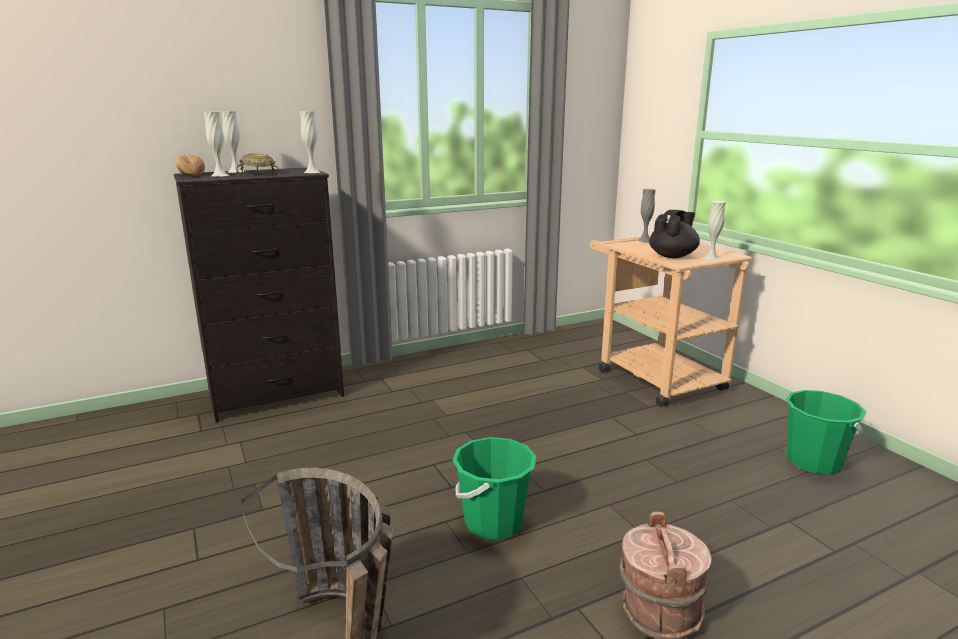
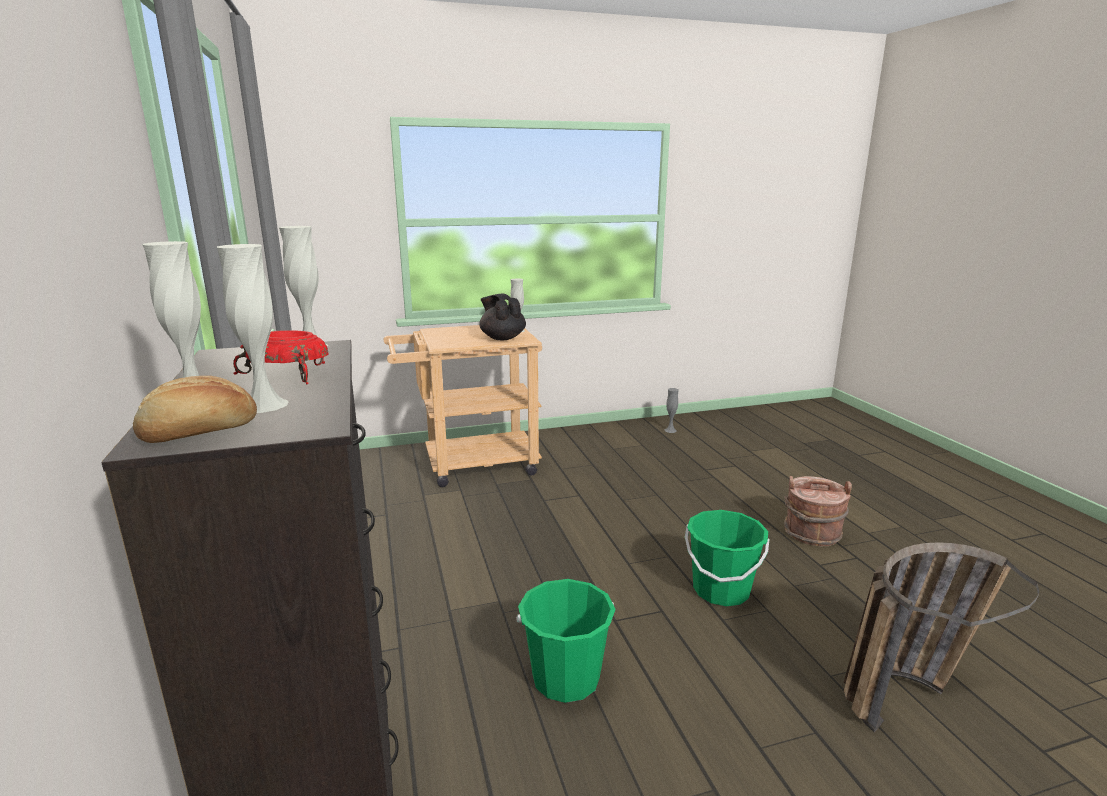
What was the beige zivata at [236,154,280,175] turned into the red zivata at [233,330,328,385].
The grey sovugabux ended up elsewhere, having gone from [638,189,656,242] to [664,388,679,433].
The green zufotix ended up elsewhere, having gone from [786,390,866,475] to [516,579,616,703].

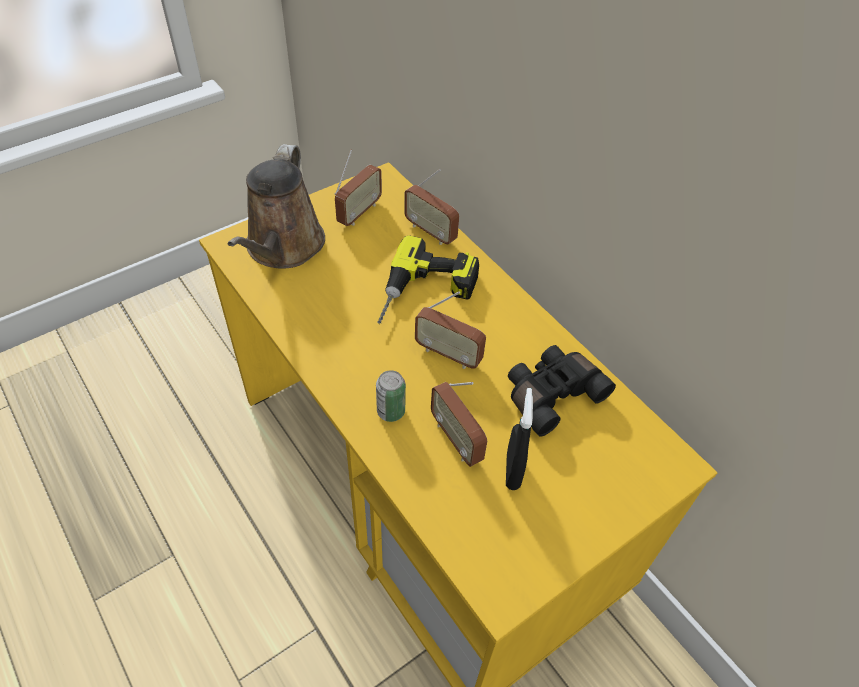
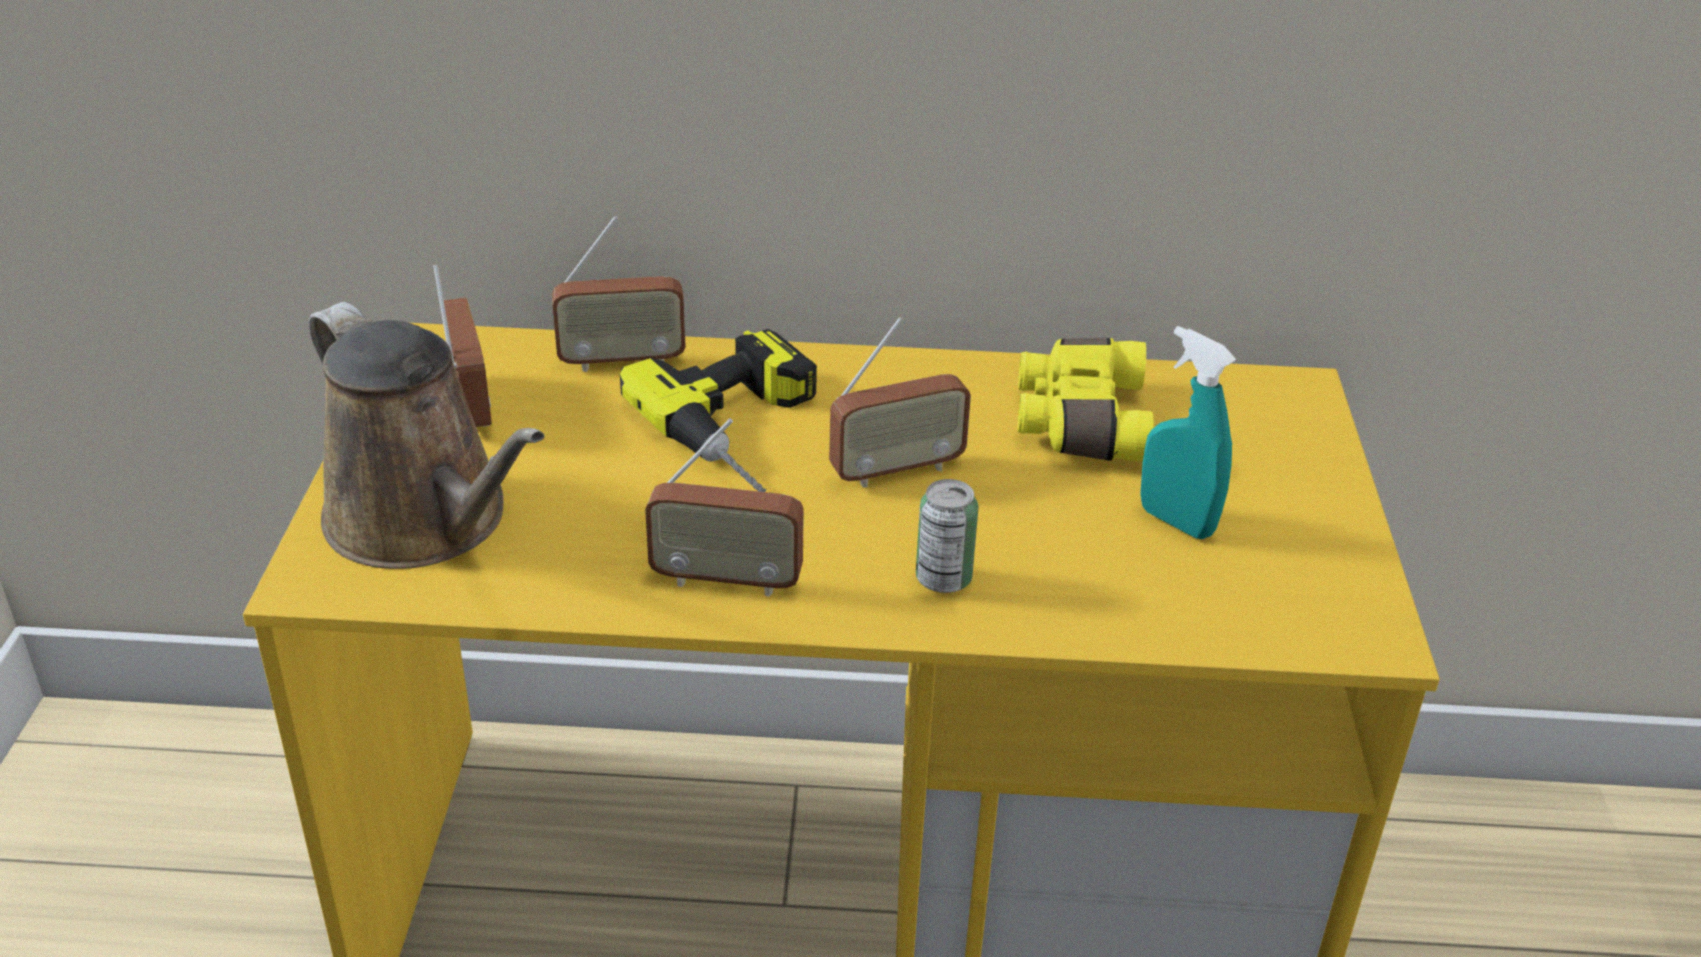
What was the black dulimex at [508,345,616,437] turned into the yellow dulimex at [1018,338,1153,462].
The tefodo ended up elsewhere, having gone from [431,382,487,467] to [645,418,804,597].
What was the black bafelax at [506,388,533,490] turned into the turquoise bafelax at [1140,326,1236,539].

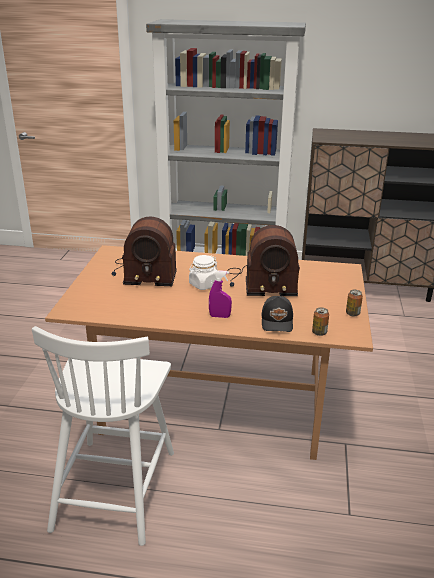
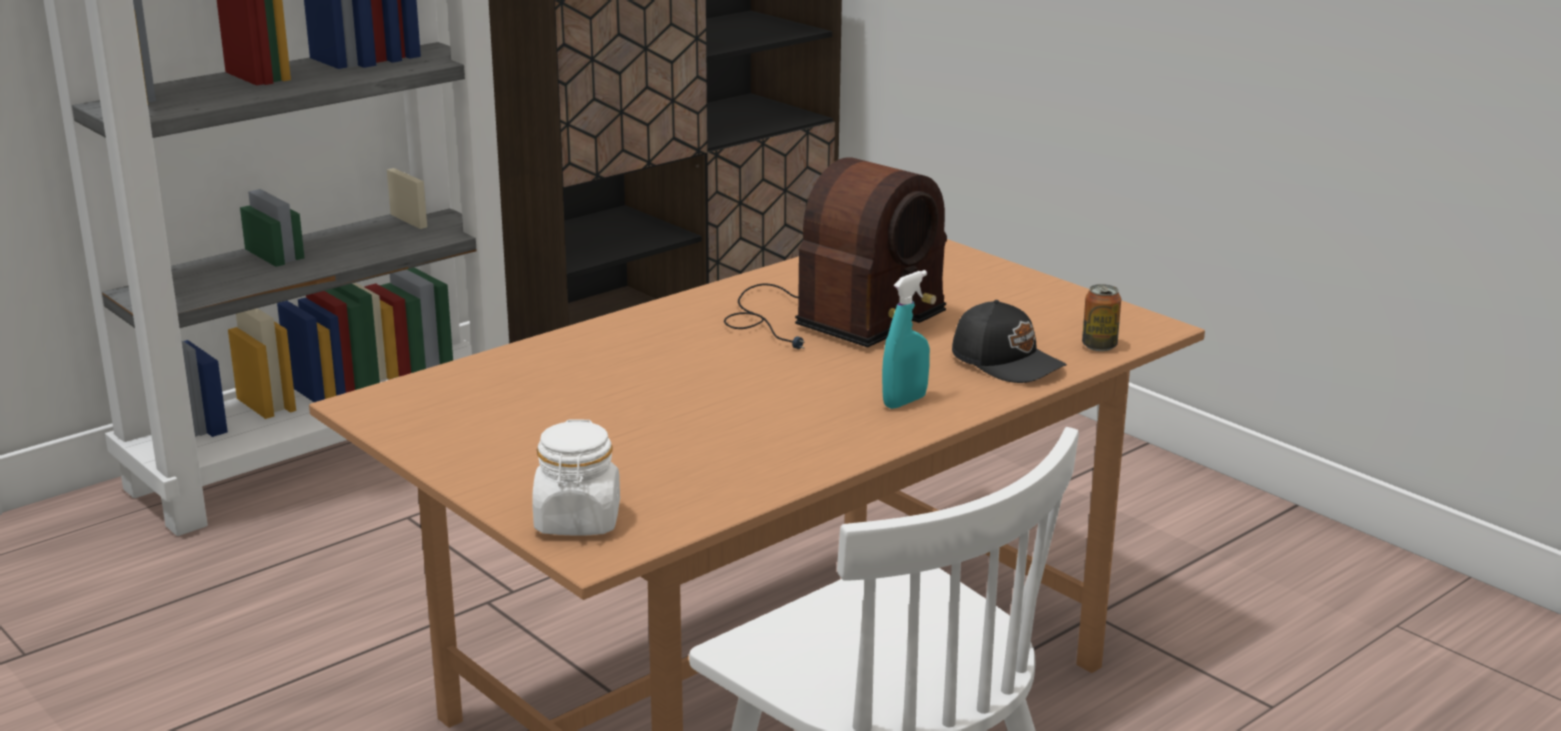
The second view lost the tefodo at [112,217,177,286].
The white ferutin ended up elsewhere, having gone from [189,255,218,290] to [532,419,620,536].
What was the purple bafelax at [209,270,232,318] turned into the turquoise bafelax at [882,270,930,409].
The second view lost the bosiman at [346,290,363,317].

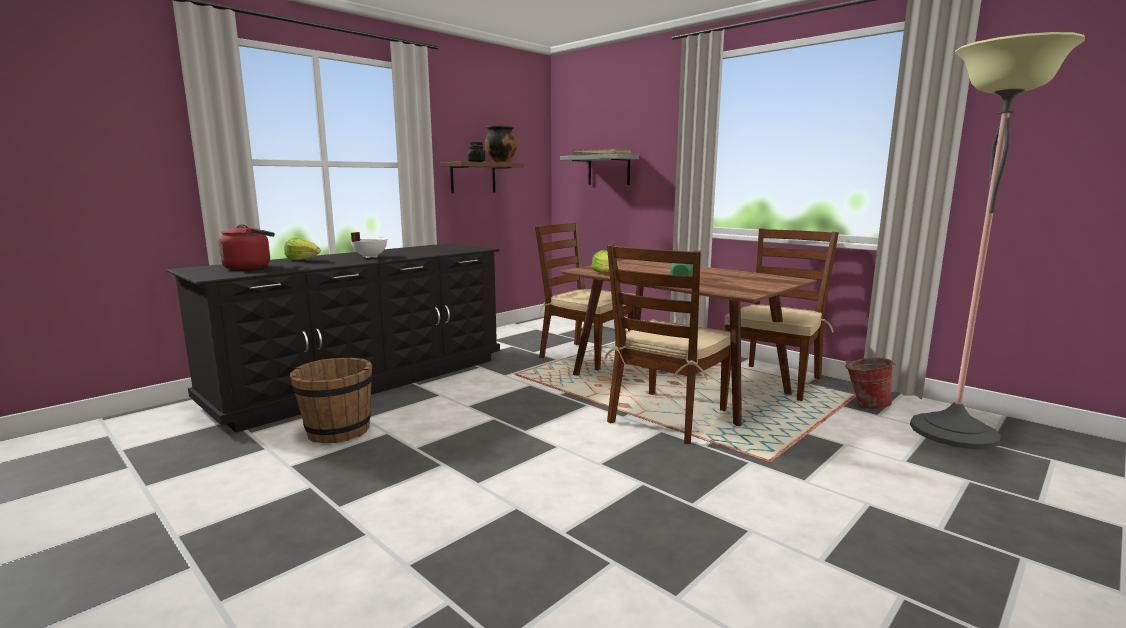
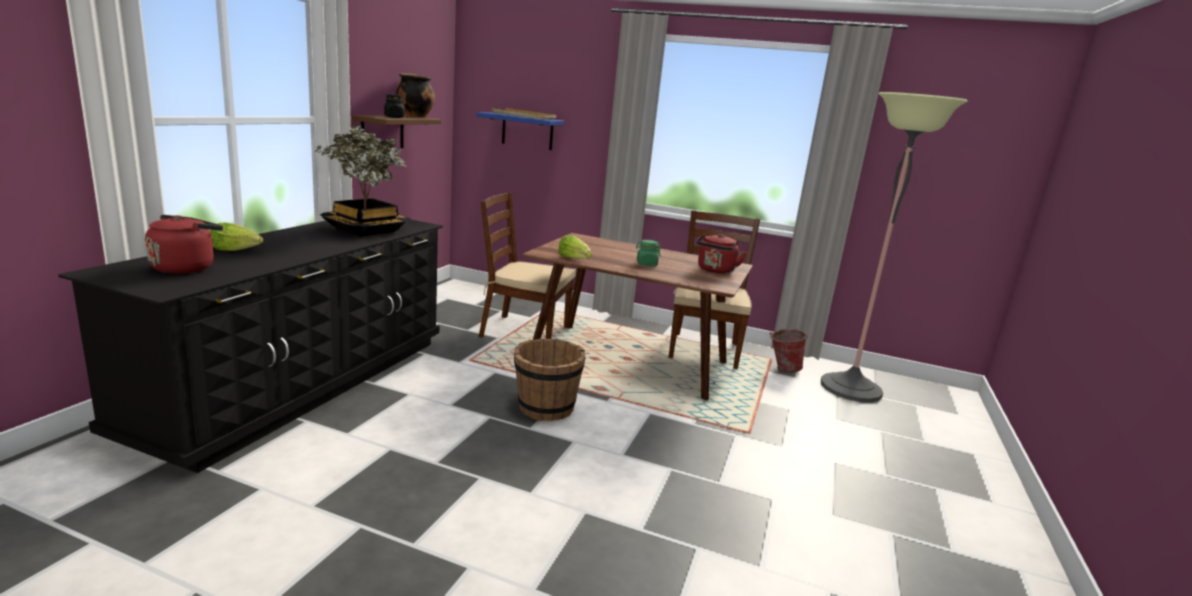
What was the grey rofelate at [560,154,639,185] turned into the blue rofelate at [476,112,564,150].
The second view lost the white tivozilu at [351,232,387,258].
The second view lost the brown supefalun at [604,244,731,444].
The brown zufotix ended up elsewhere, having gone from [290,358,373,443] to [514,339,585,421].
The second view gained the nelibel at [314,126,411,236].
The second view gained the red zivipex at [697,233,747,274].

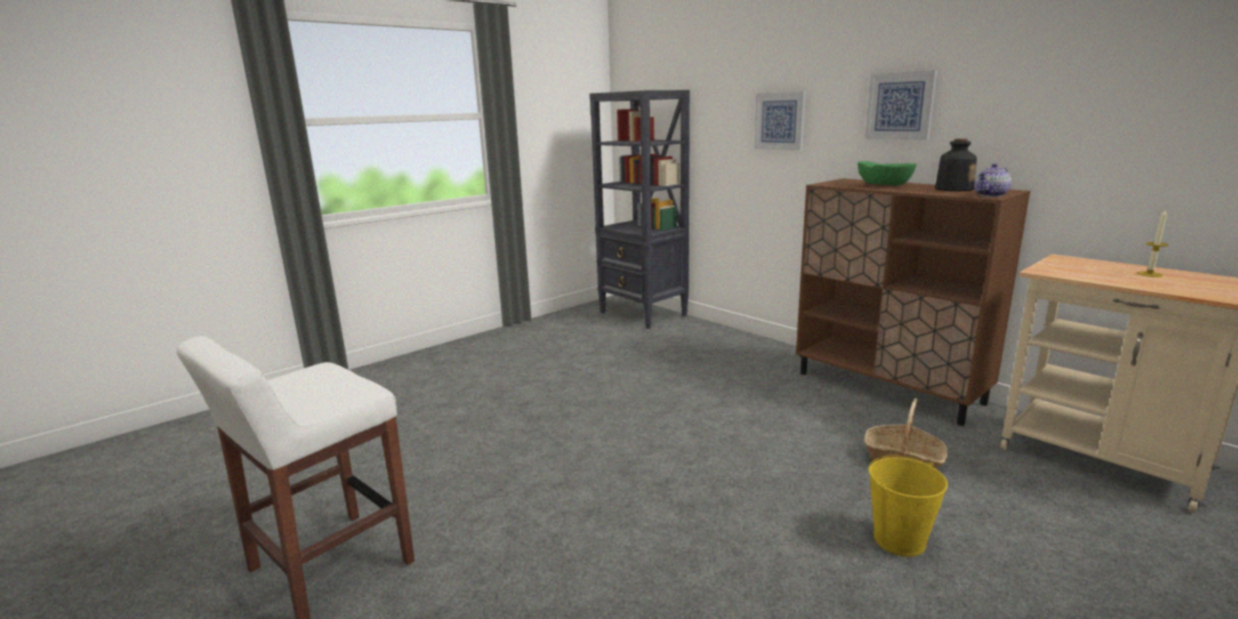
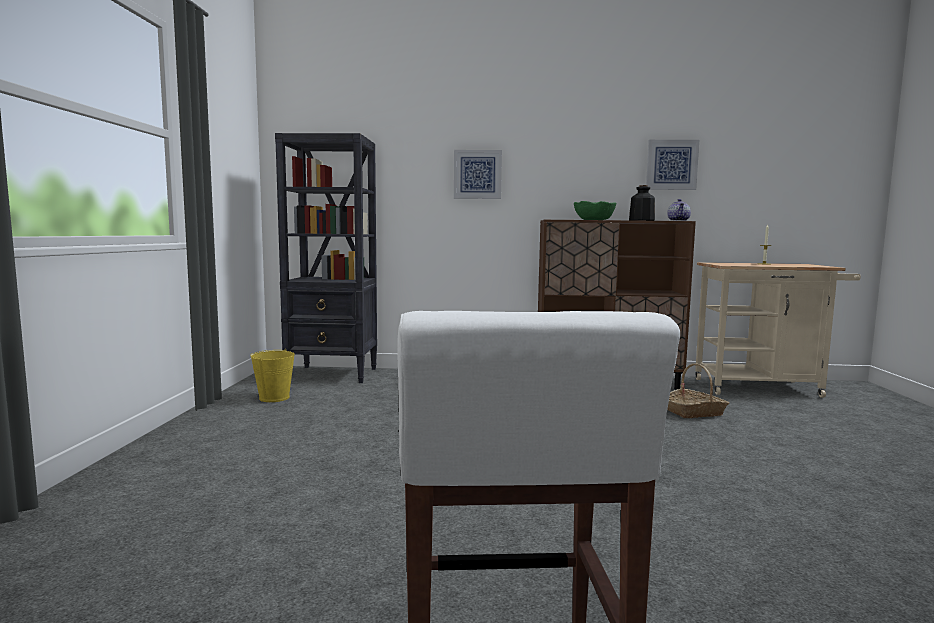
The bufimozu ended up elsewhere, having gone from [865,70,937,140] to [646,140,699,190].
The yellow zufotix ended up elsewhere, having gone from [869,456,948,557] to [250,349,295,402].

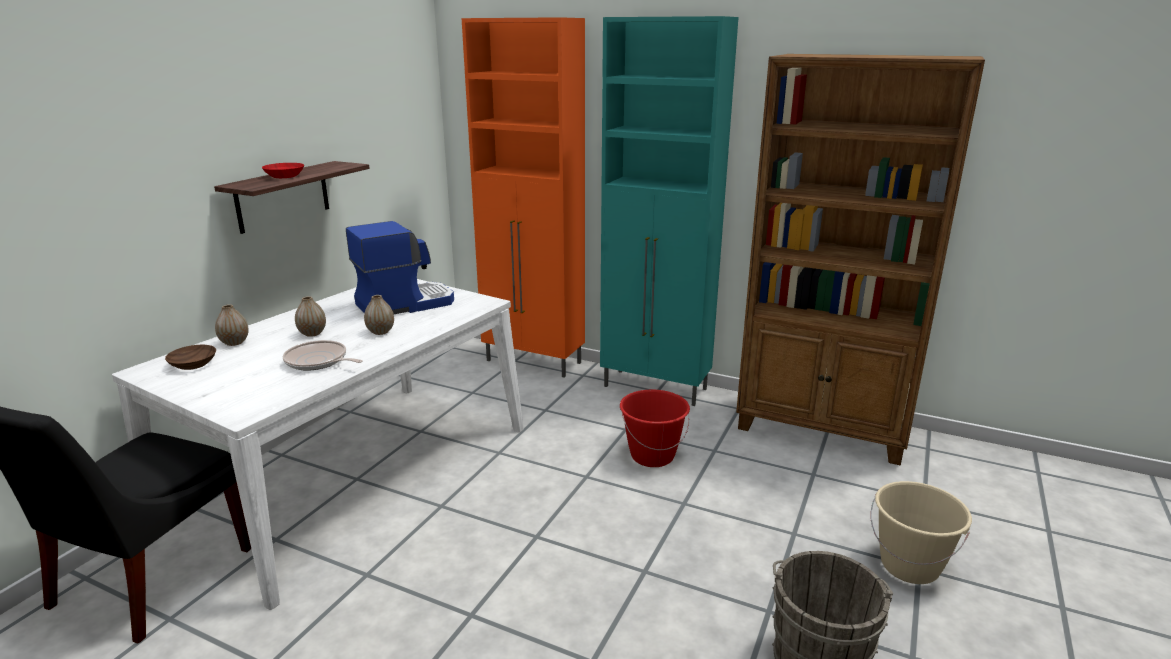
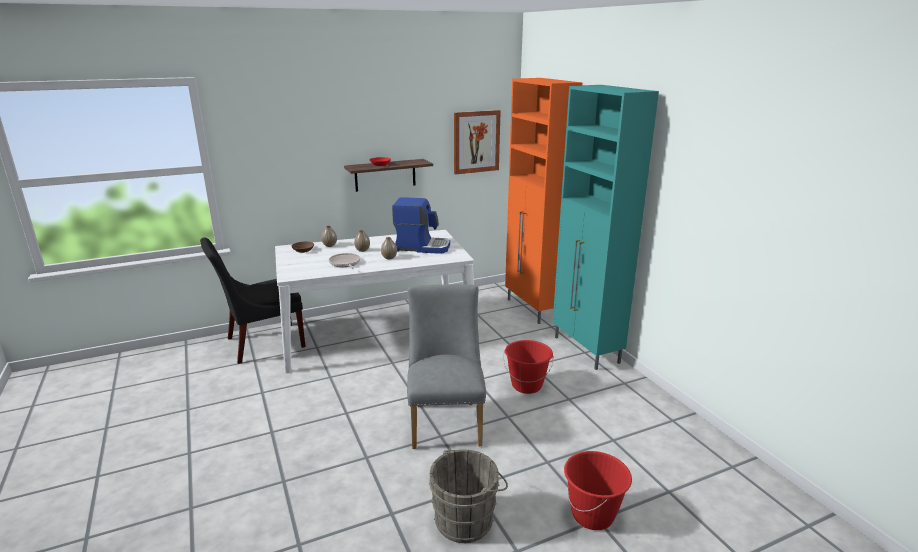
The second view lost the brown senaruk at [736,54,985,465].
What was the beige zufotix at [871,481,972,584] turned into the red zufotix at [564,451,632,530].
The second view gained the bufimozu at [454,110,501,174].
The second view gained the grey supefalun at [407,284,486,449].

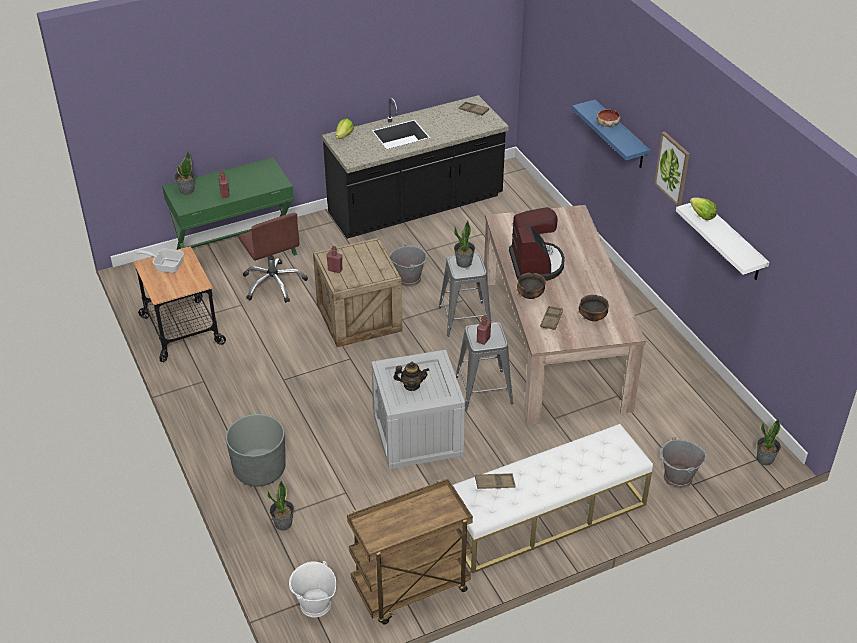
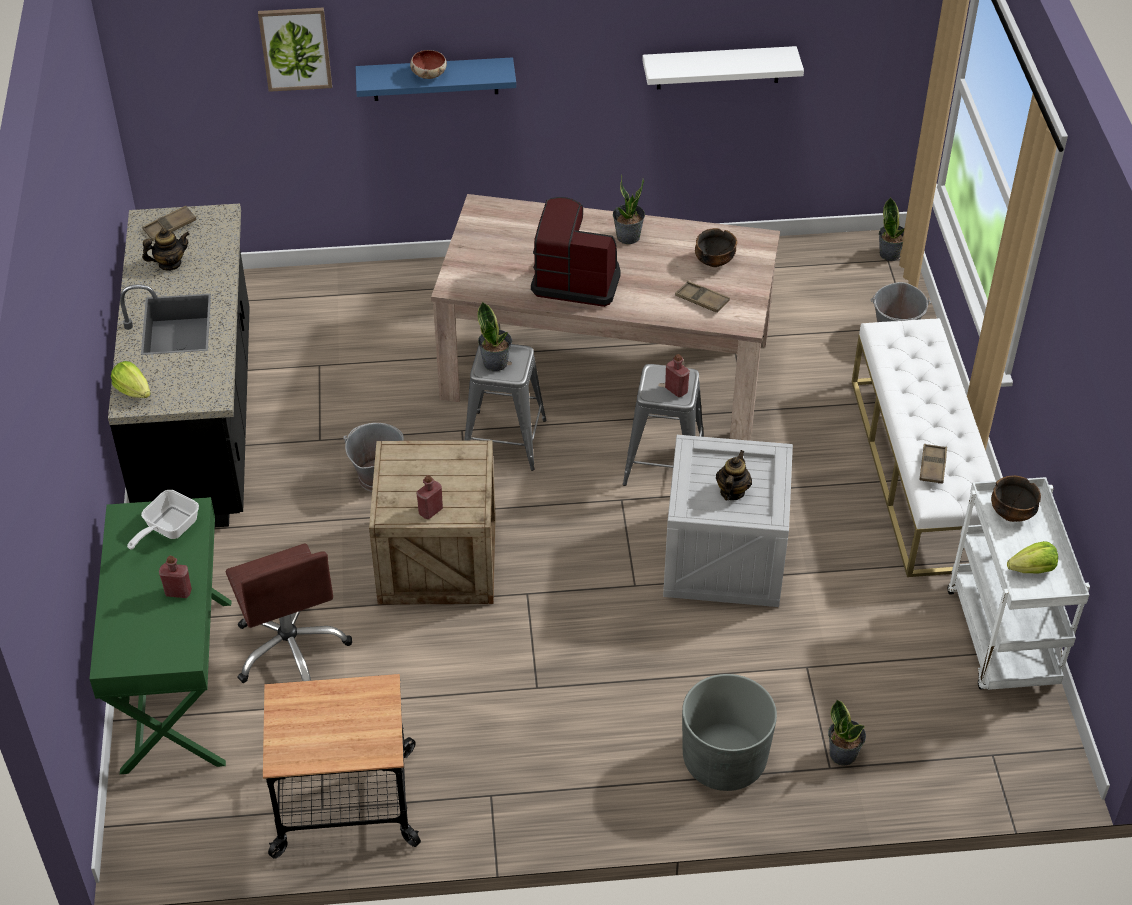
The bufimozu ended up elsewhere, having gone from [654,132,690,206] to [258,7,332,92].
The nelibel ended up elsewhere, having gone from [174,150,195,195] to [613,174,645,244].
The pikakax ended up elsewhere, having gone from [690,197,717,220] to [1007,541,1058,574].
The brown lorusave at [238,213,308,303] ended up facing another way, 75 degrees clockwise from before.
The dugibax ended up elsewhere, having gone from [136,249,184,273] to [127,490,199,550].
The zivata ended up elsewhere, having gone from [517,273,546,299] to [991,476,1041,522].
What was the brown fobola at [347,479,473,625] turned into the white fobola at [947,477,1090,690].
The second view lost the white zufotix at [289,561,336,618].
The second view gained the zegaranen at [142,228,190,271].

